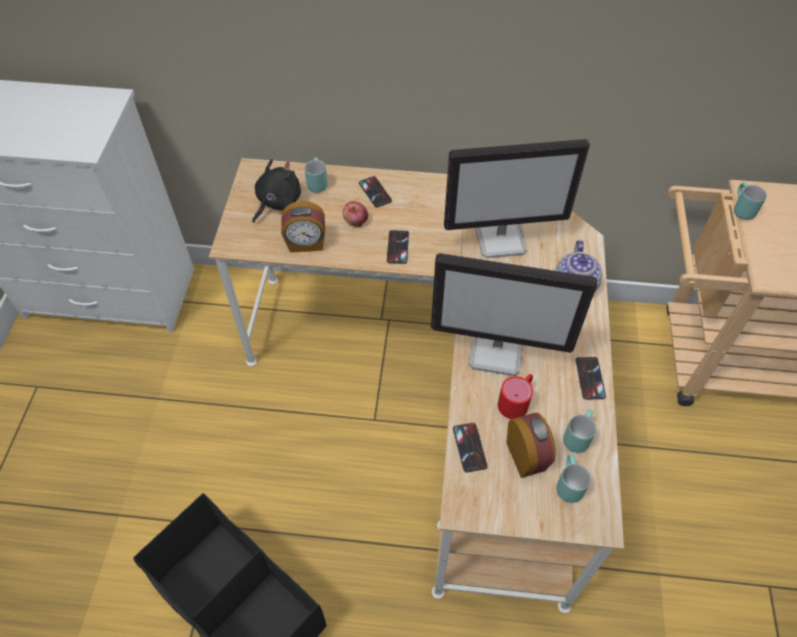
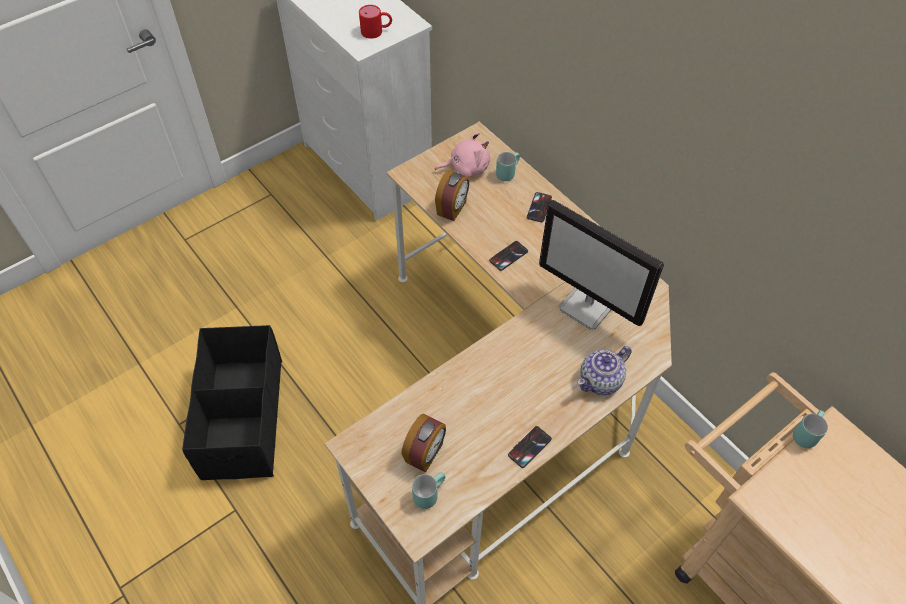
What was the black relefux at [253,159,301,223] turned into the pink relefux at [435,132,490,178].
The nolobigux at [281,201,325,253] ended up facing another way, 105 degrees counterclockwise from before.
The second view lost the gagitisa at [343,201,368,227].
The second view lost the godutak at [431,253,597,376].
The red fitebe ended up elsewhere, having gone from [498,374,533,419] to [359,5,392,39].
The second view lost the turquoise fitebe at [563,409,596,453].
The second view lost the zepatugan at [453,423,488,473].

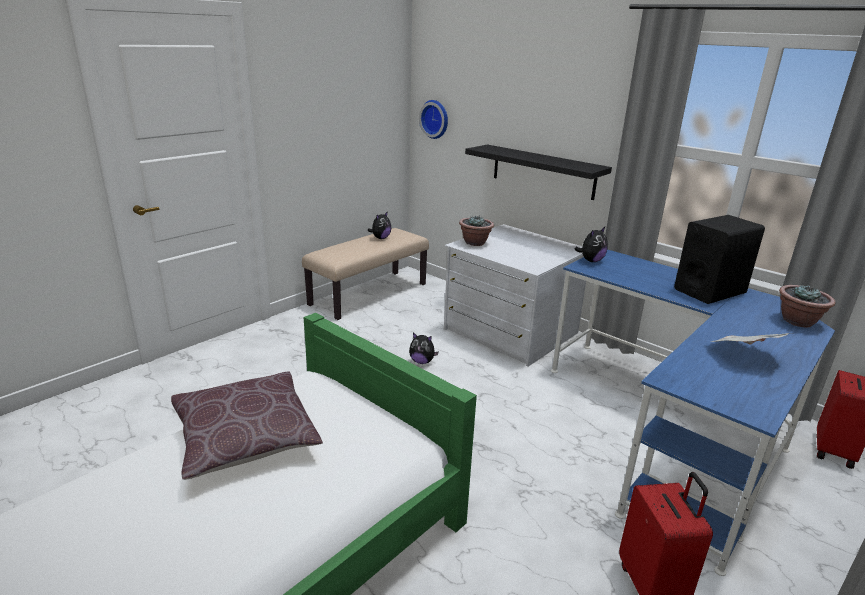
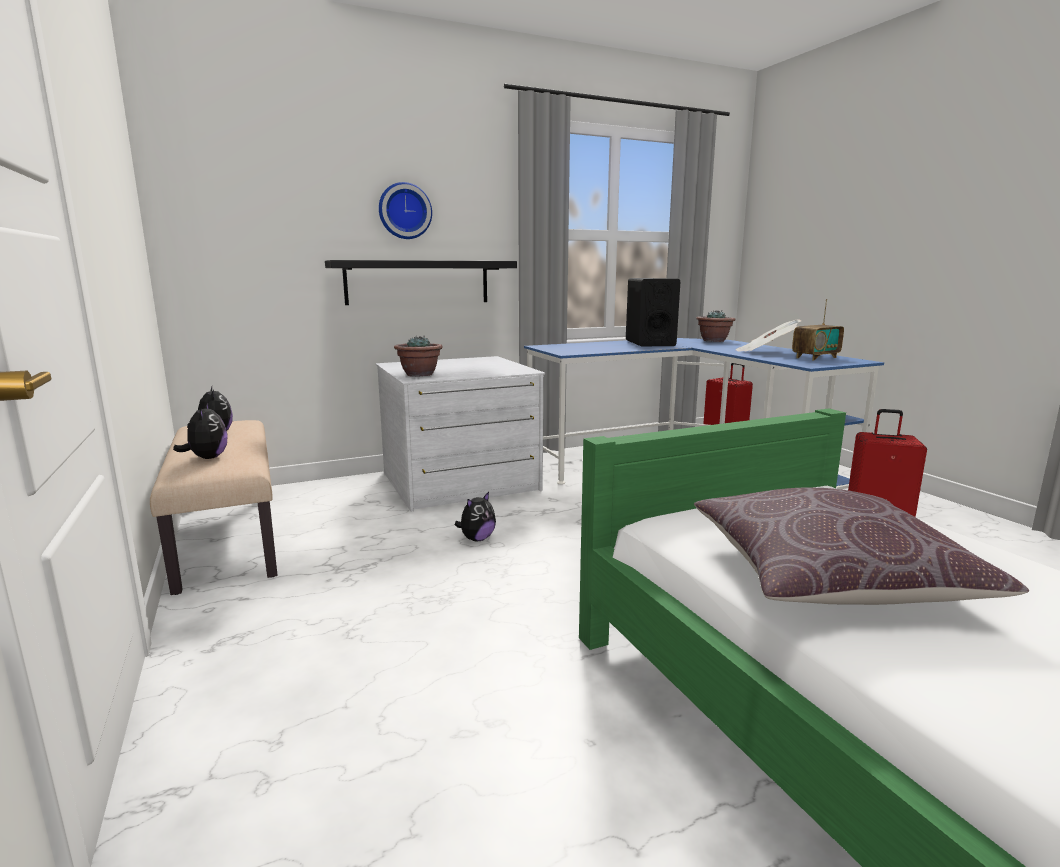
The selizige ended up elsewhere, having gone from [419,100,448,139] to [379,182,432,239].
The relefux ended up elsewhere, having gone from [575,227,608,262] to [173,401,228,459].
The second view gained the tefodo at [792,299,844,360].

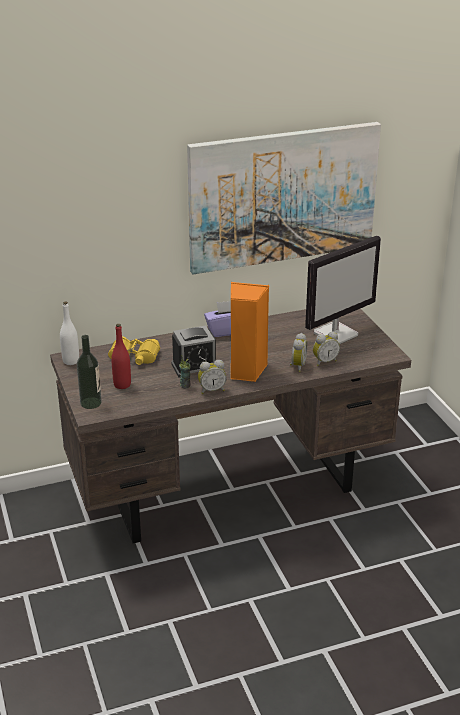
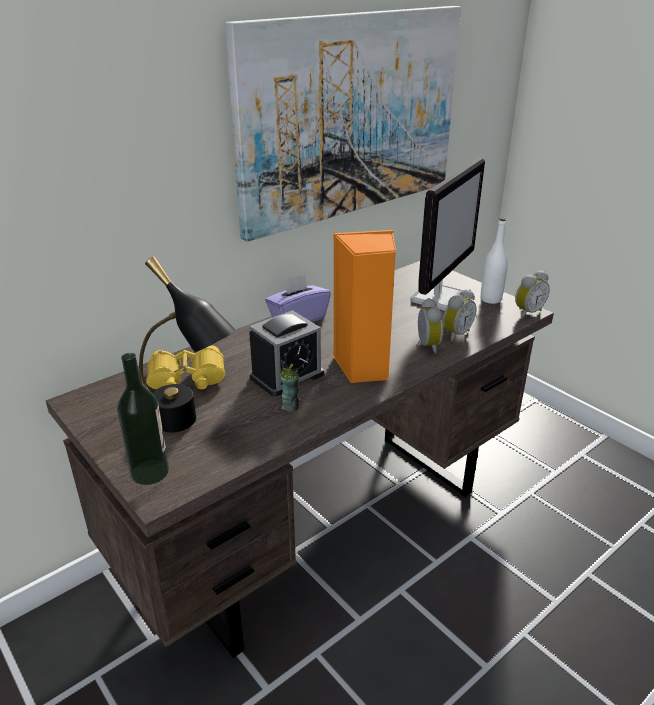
The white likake ended up elsewhere, having gone from [60,301,79,365] to [481,218,508,304].
Where the red likake stood at [112,324,131,389], the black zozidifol came to stand at [139,256,236,432].
The nolobigux ended up elsewhere, having gone from [198,360,227,394] to [515,270,550,318].

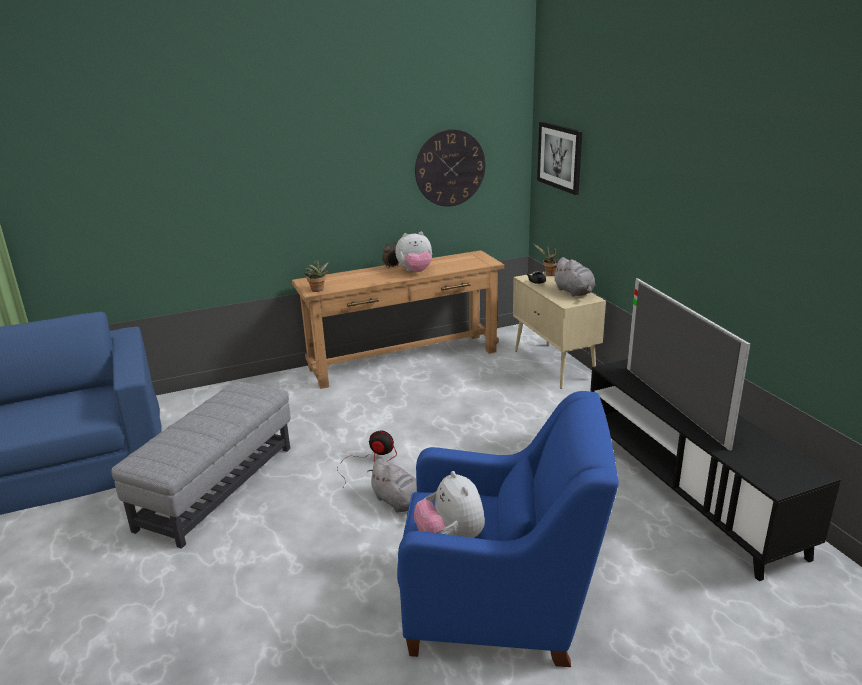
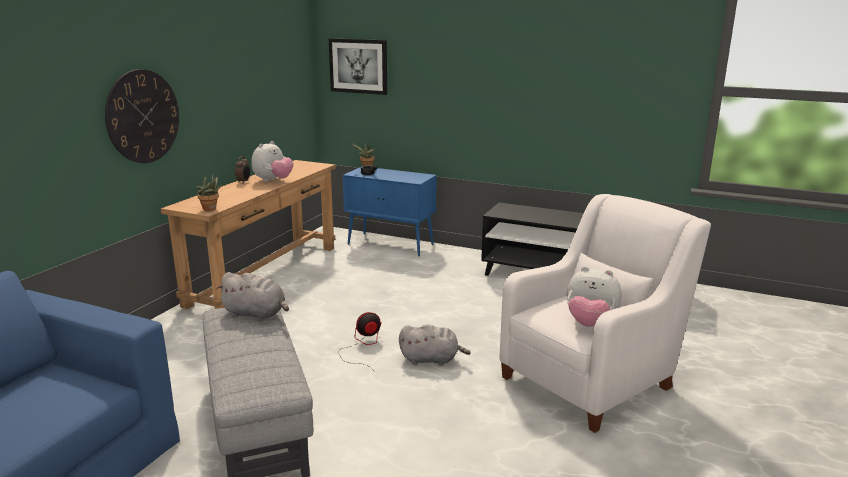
The selizige ended up elsewhere, having gone from [415,129,485,207] to [105,69,179,163].
The grey relefux ended up elsewhere, having gone from [552,257,595,297] to [216,272,289,321].
What was the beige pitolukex at [513,271,606,389] turned into the blue pitolukex at [343,167,437,256].
The second view lost the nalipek at [627,278,751,451].
What was the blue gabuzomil at [397,391,619,667] turned into the white gabuzomil at [500,194,711,433].

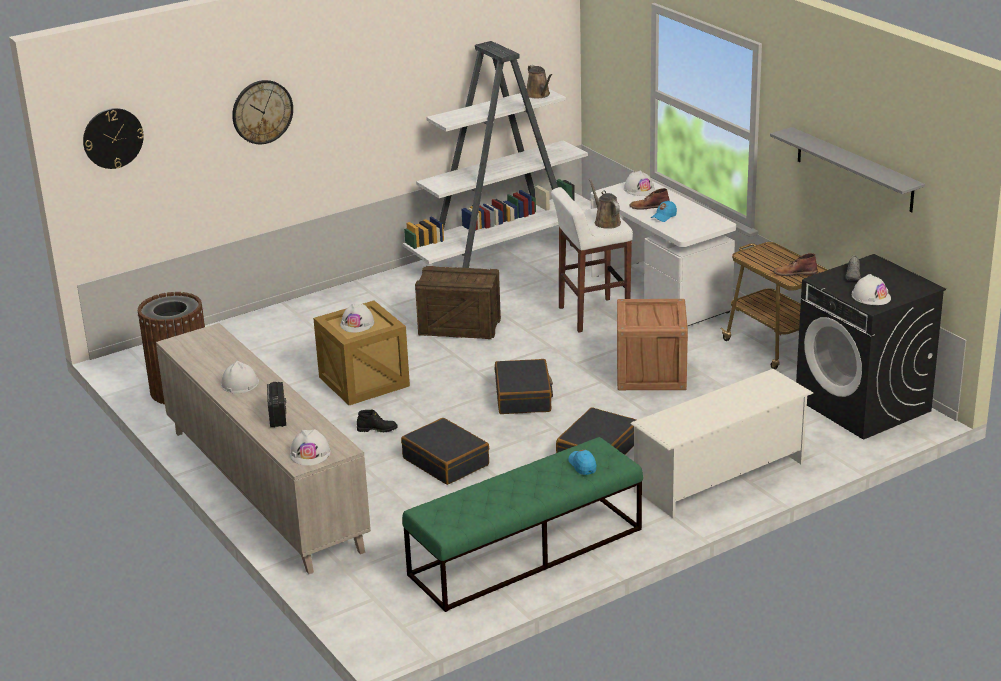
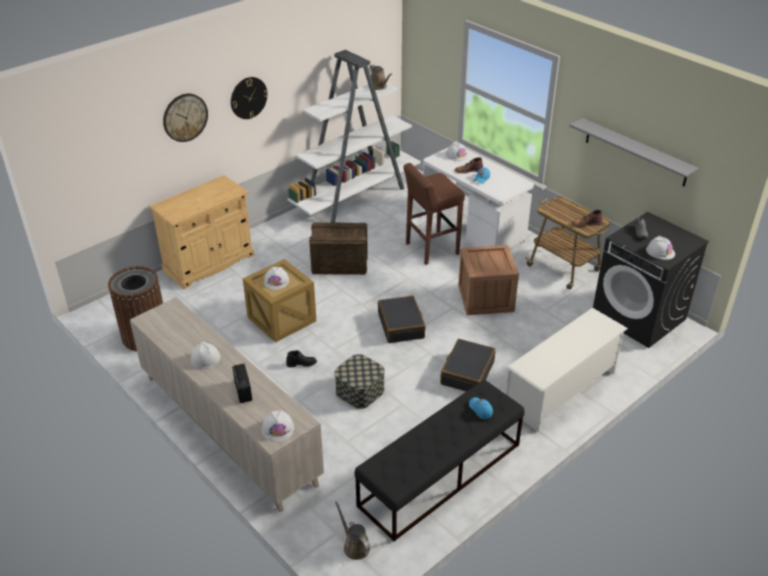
The selizige ended up elsewhere, having gone from [83,108,144,169] to [231,77,268,119].
The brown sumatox ended up elsewhere, having gone from [589,178,621,229] to [335,501,370,560].
What was the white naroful at [551,187,633,332] turned into the brown naroful at [403,163,465,265].
Where the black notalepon stood at [401,418,490,485], the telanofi came to stand at [334,354,385,409].
What was the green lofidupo at [402,437,643,612] turned into the black lofidupo at [354,380,525,541].
The second view gained the beige pitolukex at [149,175,254,289].

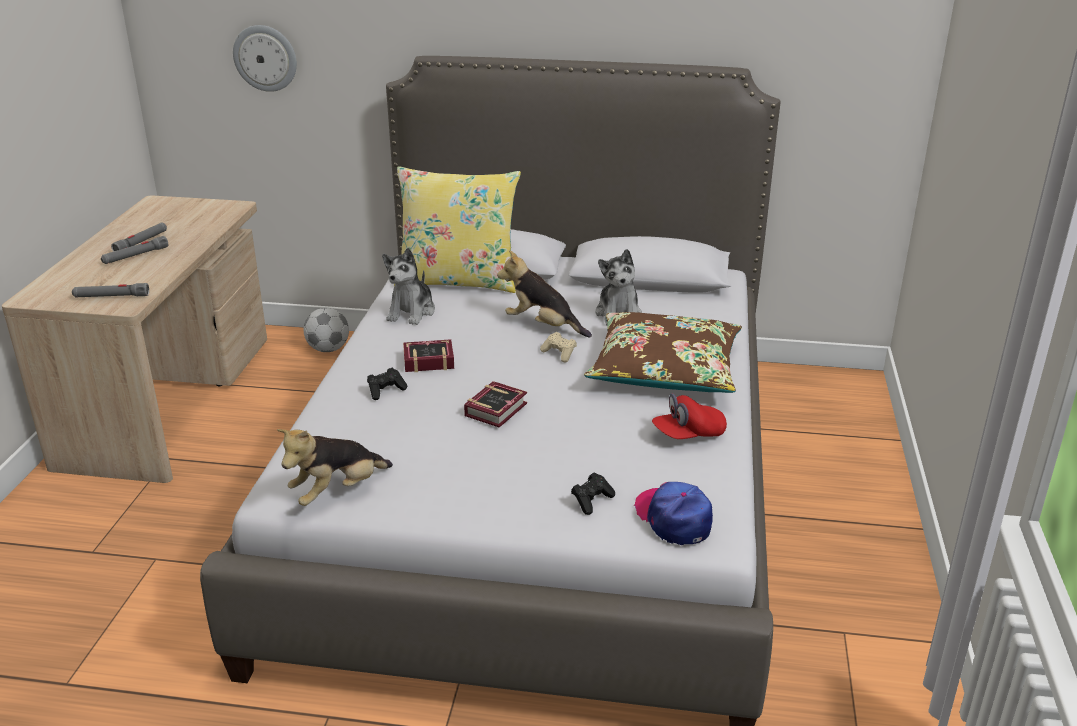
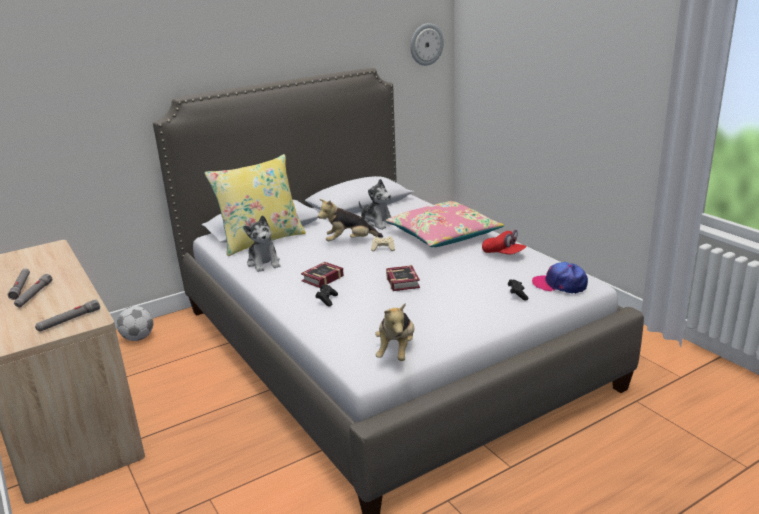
The selizige ended up elsewhere, having gone from [233,25,297,92] to [410,23,444,66].
What was the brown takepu at [584,312,742,393] turned into the pink takepu at [385,201,504,247].
The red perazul at [652,393,727,439] ended up facing another way, 75 degrees counterclockwise from before.

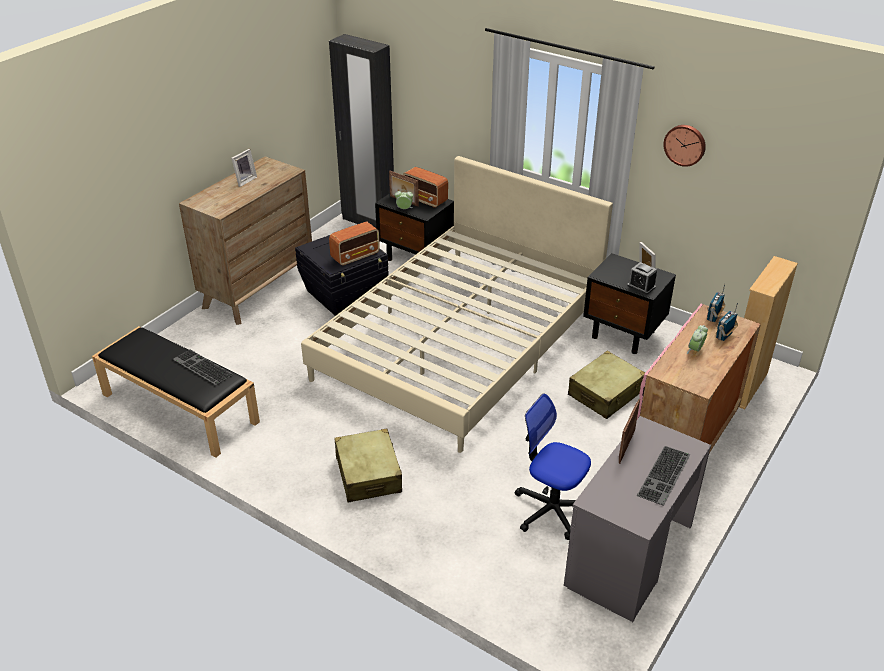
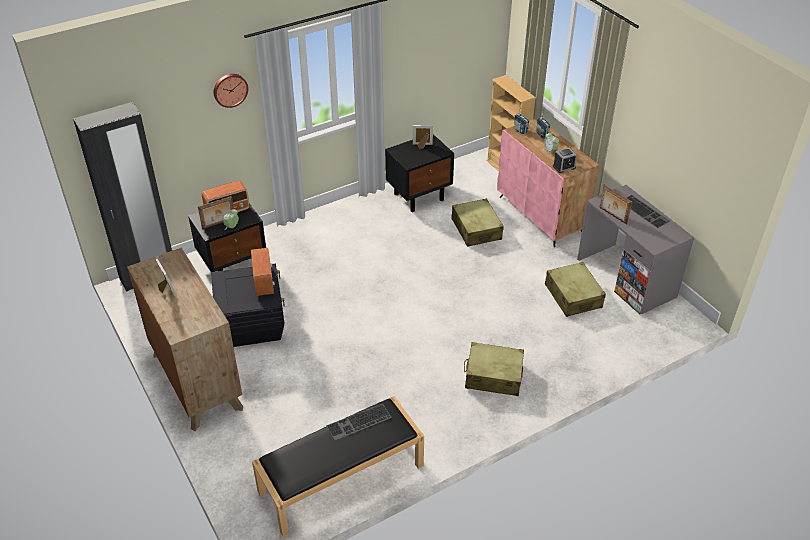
The selizige ended up elsewhere, having gone from [663,125,706,167] to [214,74,248,108].
The second view lost the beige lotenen at [301,156,613,453].
The nolobigux ended up elsewhere, having gone from [627,262,657,294] to [553,147,577,173].
Where the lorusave stood at [515,393,591,540], the beige notalepon came to stand at [545,262,606,317].

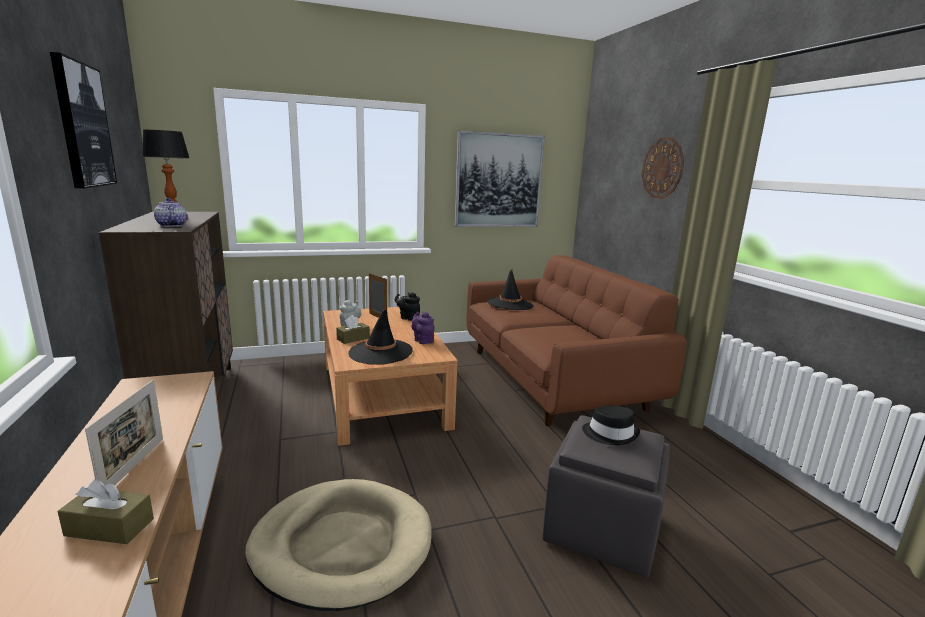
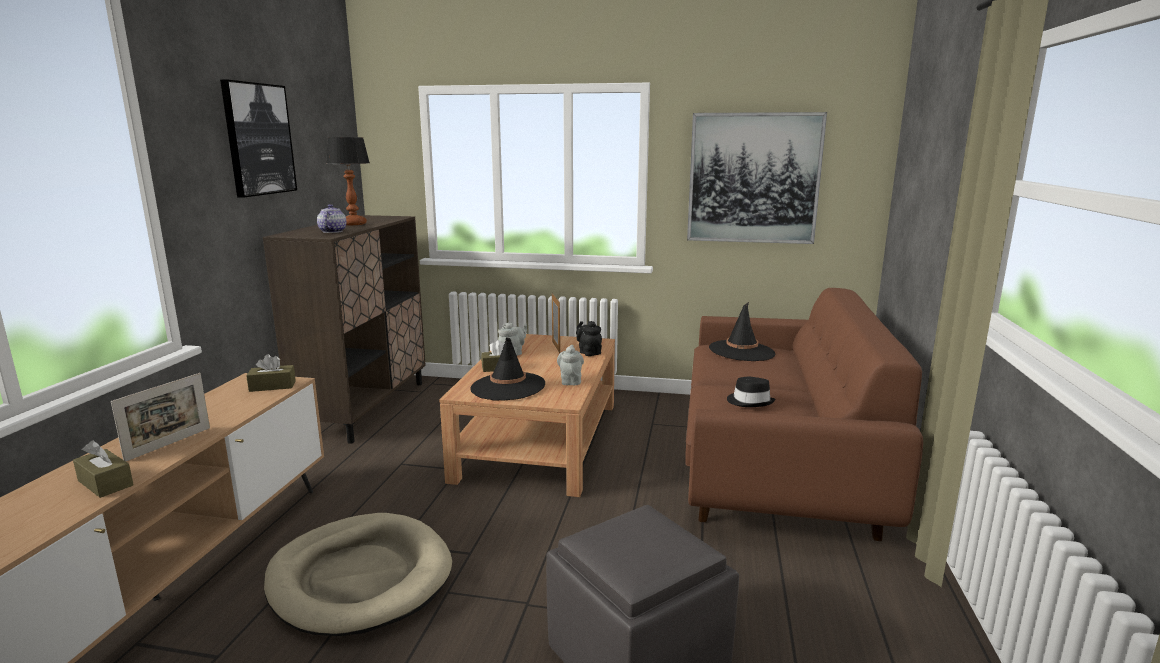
The second view lost the selizige at [641,137,684,199].
What was the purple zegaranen at [412,311,435,344] turned into the grey zegaranen at [557,345,584,385].
The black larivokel ended up elsewhere, having gone from [582,406,640,445] to [727,377,775,407].
The second view gained the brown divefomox at [246,354,296,392].

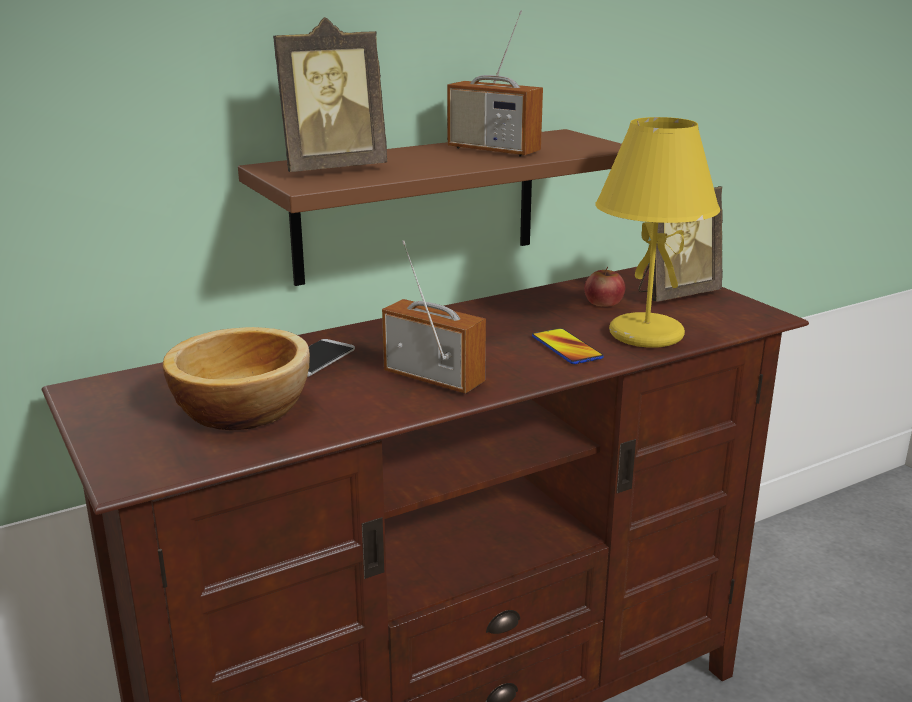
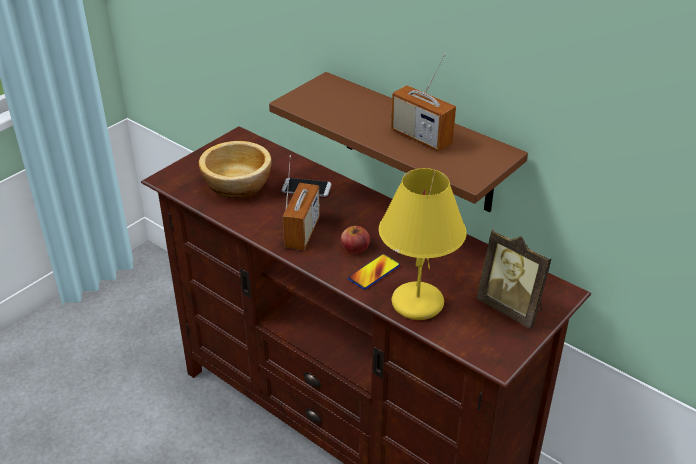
The tefodo at [447,10,543,156] ended up facing another way, 60 degrees counterclockwise from before.
The second view lost the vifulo at [273,17,387,172].
The gagitisa ended up elsewhere, having gone from [584,267,625,307] to [341,226,370,254].

